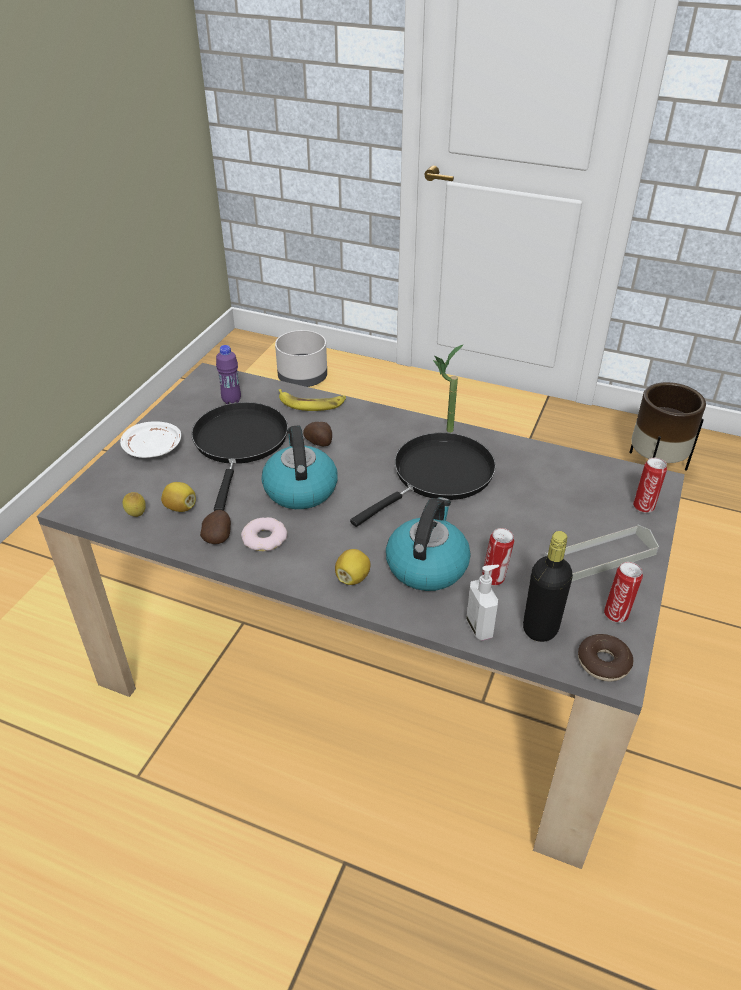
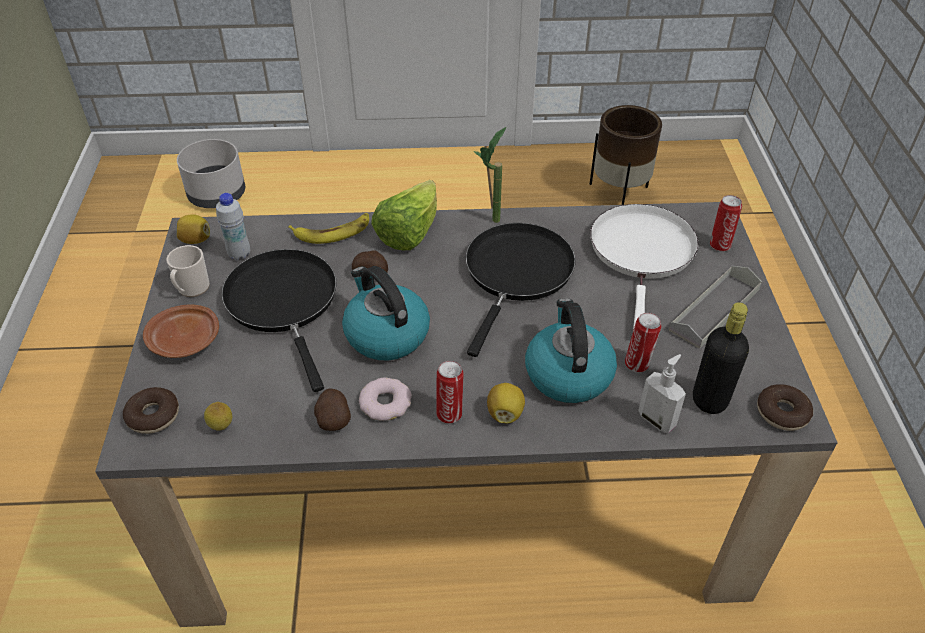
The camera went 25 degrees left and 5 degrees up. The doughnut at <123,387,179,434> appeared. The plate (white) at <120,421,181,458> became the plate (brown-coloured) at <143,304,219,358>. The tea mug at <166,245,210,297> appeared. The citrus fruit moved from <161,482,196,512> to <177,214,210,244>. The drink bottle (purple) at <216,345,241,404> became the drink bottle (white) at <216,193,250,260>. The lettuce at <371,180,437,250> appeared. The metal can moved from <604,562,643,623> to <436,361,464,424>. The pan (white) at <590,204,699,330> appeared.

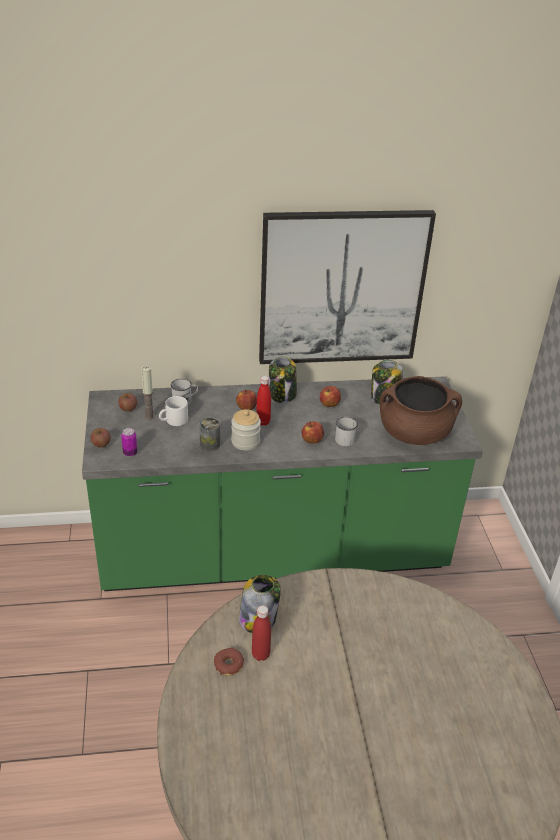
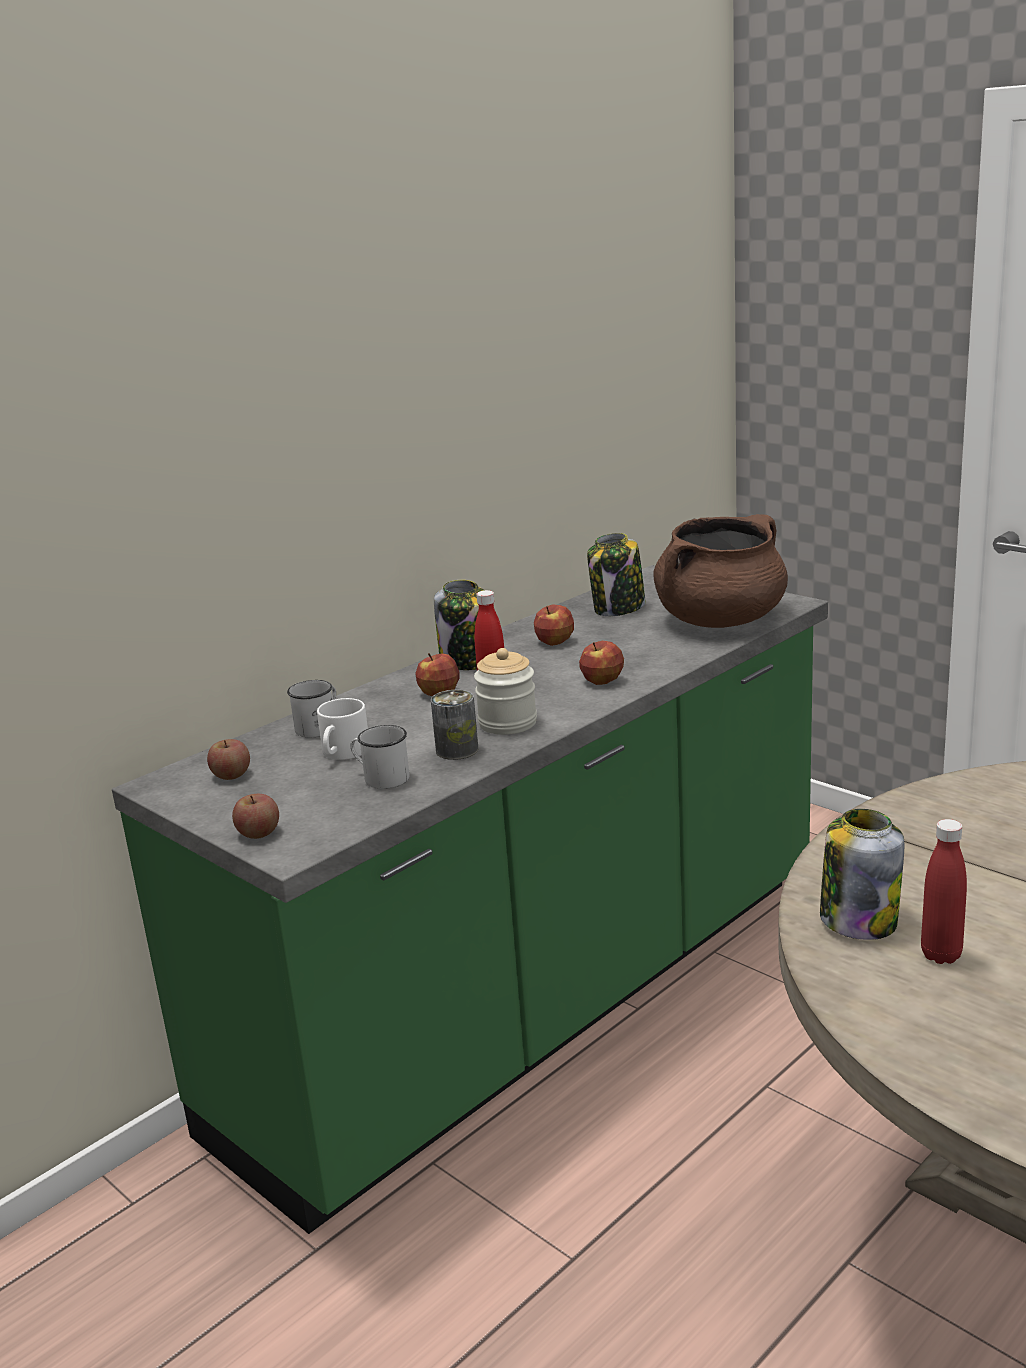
The camera went 35 degrees left and 15 degrees down. The tea mug (white) moved from <335,417,358,447> to <351,725,409,789>. The metal can at <121,428,137,457> disappeared. The wax light at <141,366,155,420> disappeared. The doughnut at <214,648,244,675> disappeared. The picture at <259,210,436,364> disappeared.

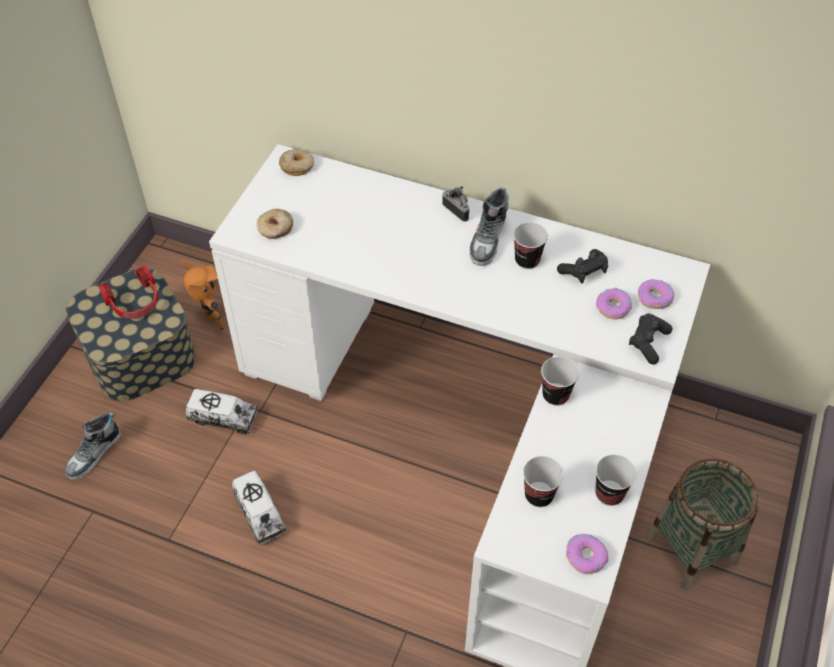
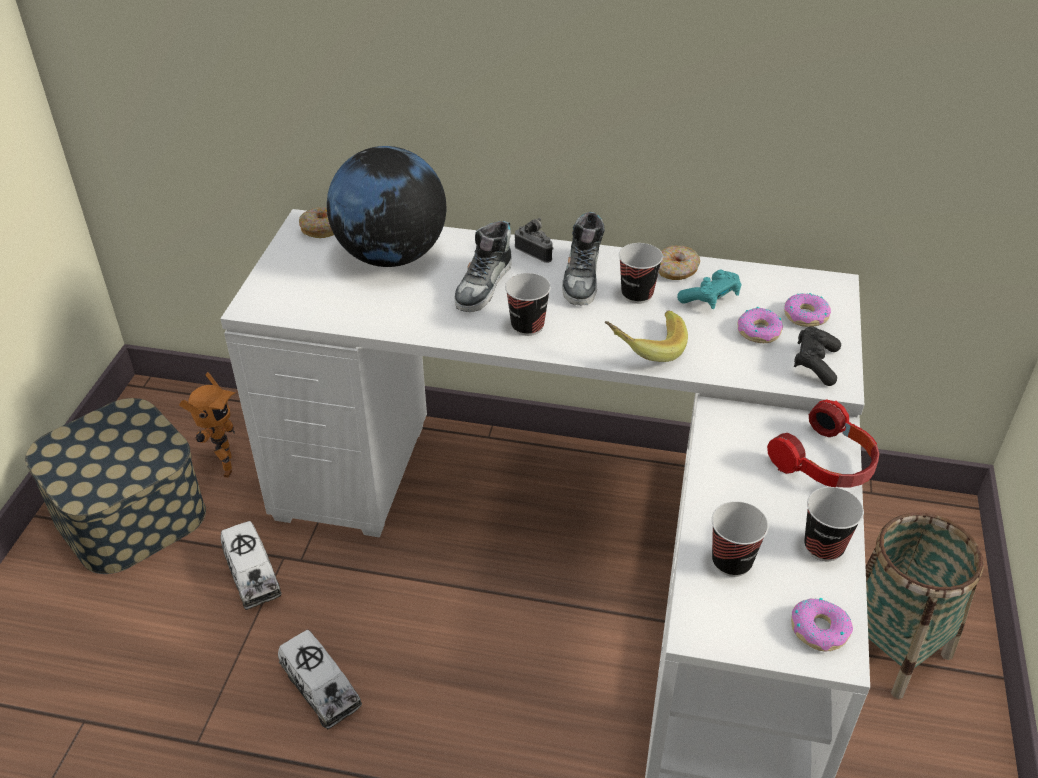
The camera went 10 degrees left and 10 degrees down. The model robot at <181,261,224,330> turned 45 degrees clockwise. The model truck at <185,389,257,435> turned 60 degrees clockwise. The world globe at <327,146,446,267> appeared. The low shoe moved from <65,412,121,480> to <455,221,512,312>. The small cup moved from <541,357,579,406> to <505,273,551,336>. The banana at <605,311,688,362> appeared. The doughnut moved from <257,209,293,239> to <658,245,700,280>. The gamepad (black-coloured) at <557,249,608,284> became the gamepad (turquoise-coloured) at <677,270,741,309>. The pair of headphones moved from <99,266,159,319> to <767,399,879,487>.

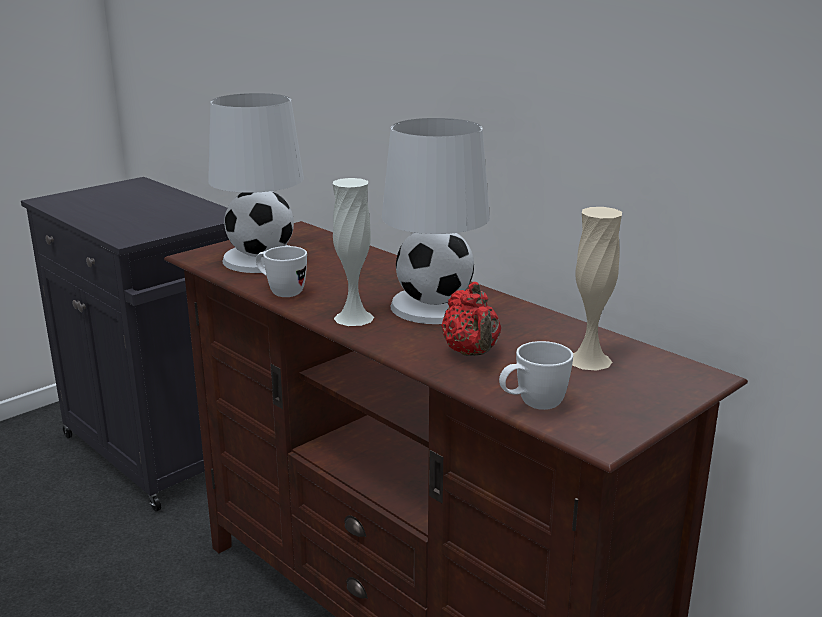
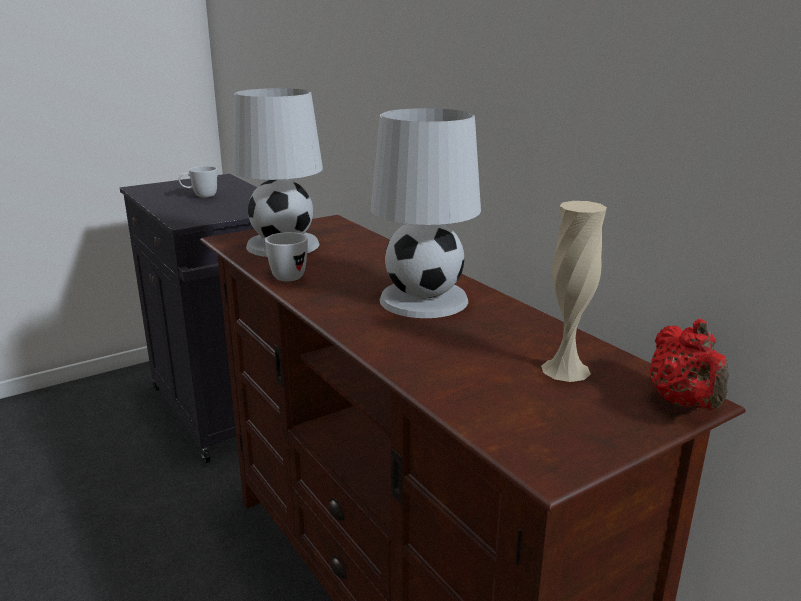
The camera went 10 degrees right and 0 degrees up. The tea mug (white) moved from <499,341,573,410> to <179,166,218,198>. The tea pot (red-coloured) moved from <441,282,501,356> to <650,319,729,410>. The flower vase (white) at <333,178,374,326> disappeared.

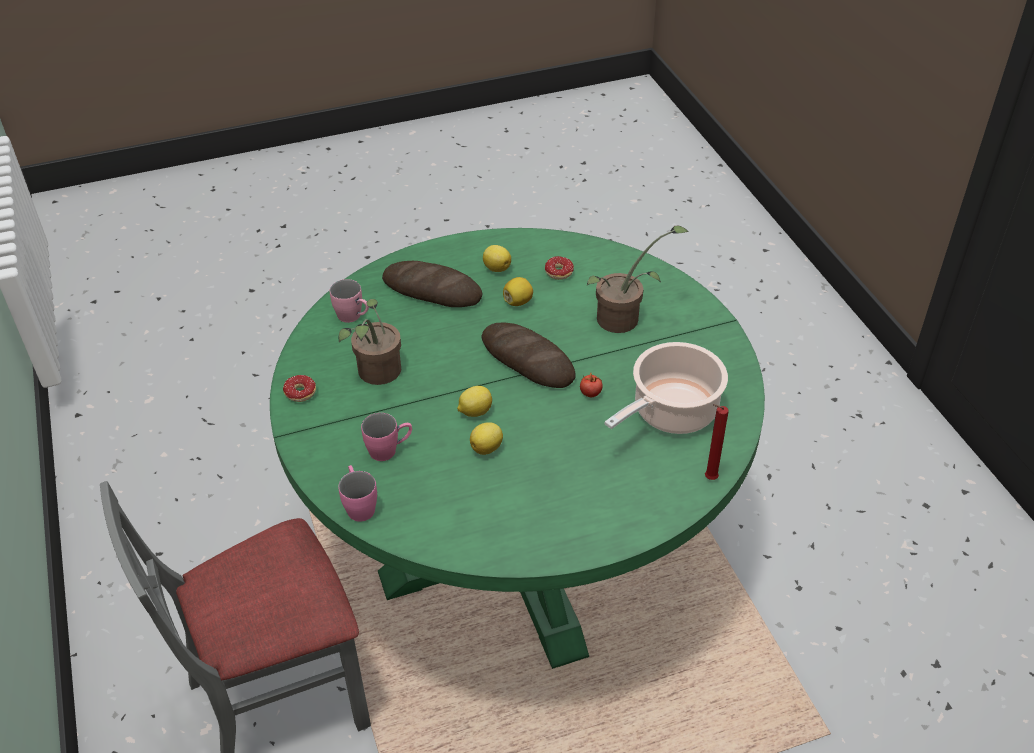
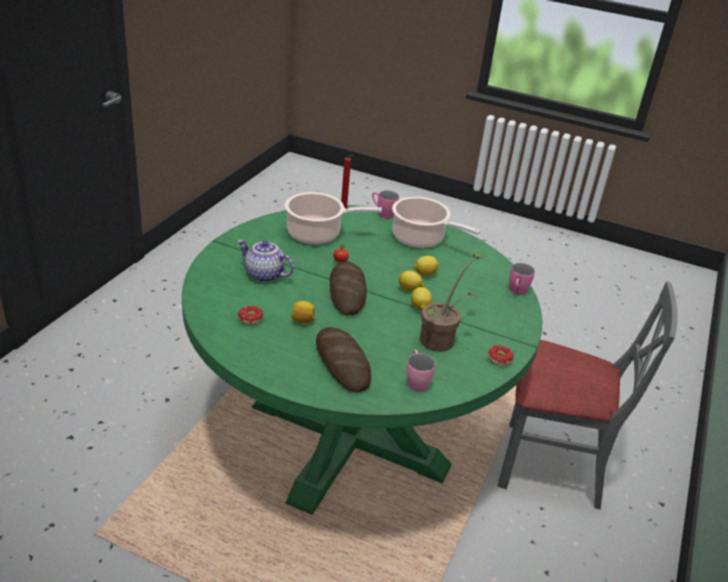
The camera went 140 degrees left and 10 degrees down. The houseplant at <587,226,689,333> was replaced by the tea pot at <237,240,294,282>. The tea mug (pink-coloured) moved from <361,413,412,461> to <372,190,399,219>. The stockpot at <392,197,480,248> appeared. The citrus fruit moved from <483,245,511,272> to <411,287,432,311>.

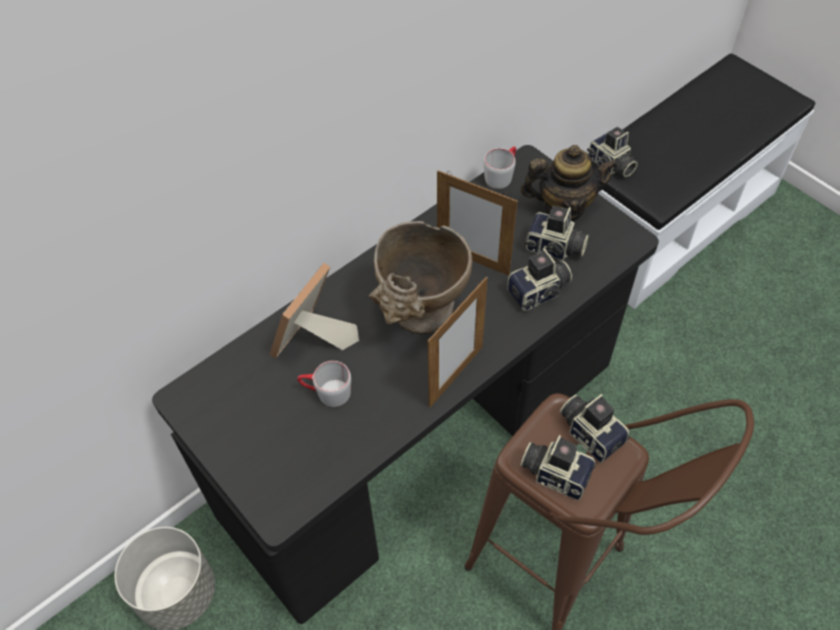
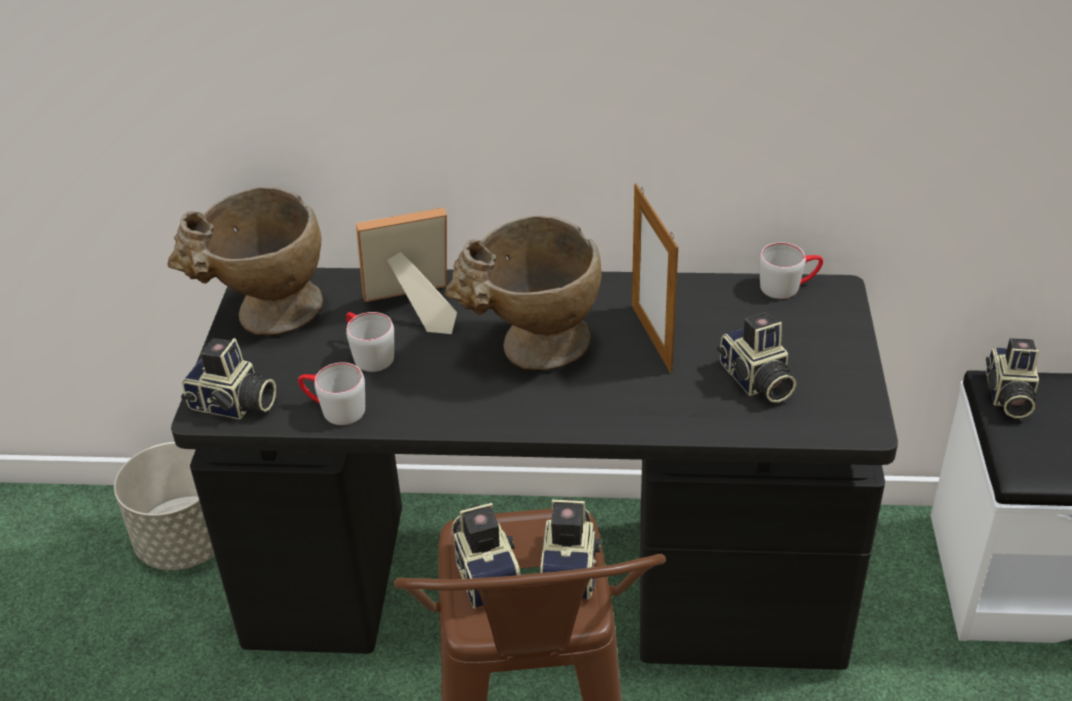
The camera went 45 degrees right and 15 degrees down. The flower vase (sand-coloured) at <167,187,323,336> appeared. The still camera moved from <507,248,572,311> to <181,338,276,419>. The tea mug (greyish) at <298,362,365,425> appeared. The photo frame at <428,276,488,408> disappeared. The tea pot at <521,145,618,221> disappeared.

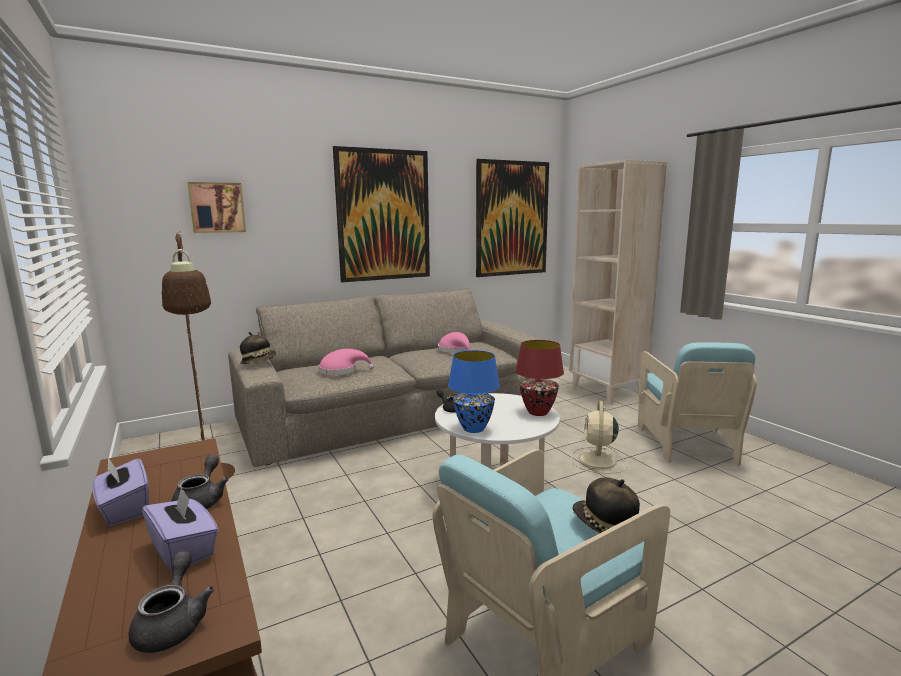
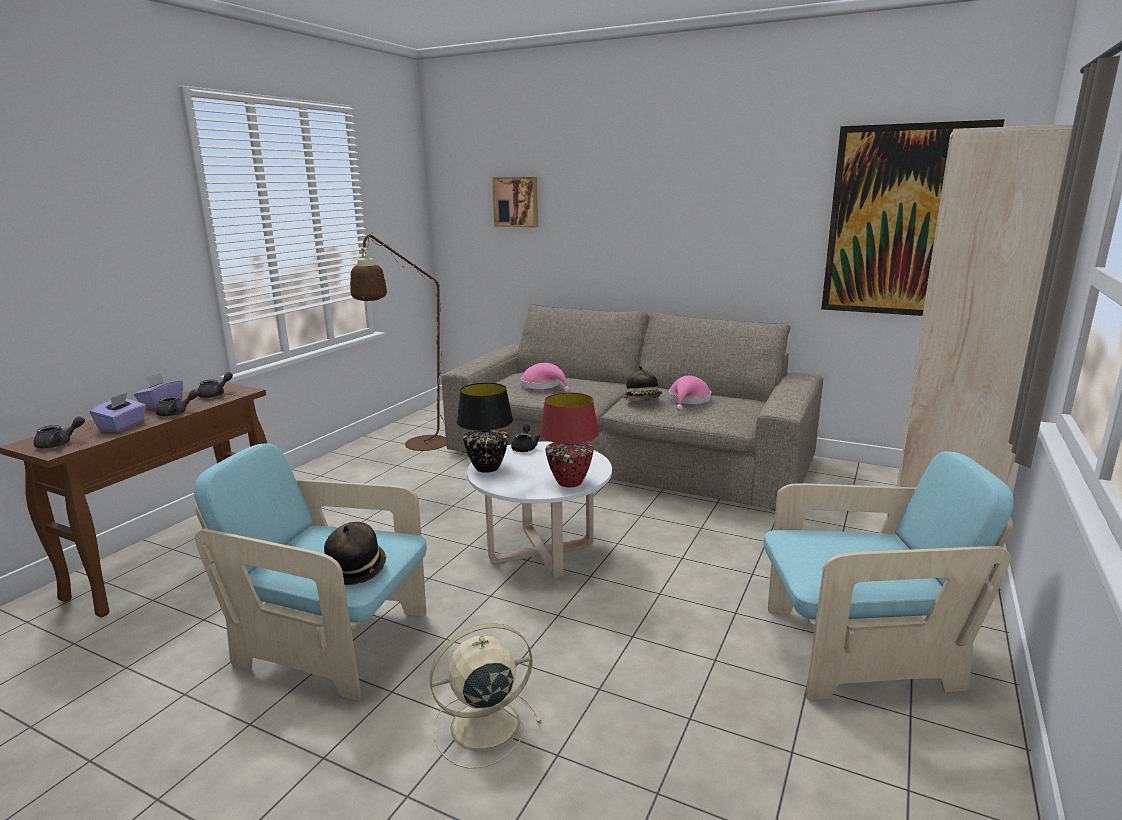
The camera went 55 degrees right and 5 degrees up. The tea pot (greyish) at <197,372,233,398> appeared. The fan (sand-coloured) moved from <571,401,626,473> to <430,623,542,769>. The tabletop lamp (blue) at <448,350,500,433> became the tabletop lamp (black-coloured) at <456,383,513,473>. The wearable hat moved from <240,332,276,364> to <624,366,662,401>. The lounge chair (turquoise-coloured) at <638,342,757,466> turned 150 degrees counterclockwise. The picture at <333,146,430,282> disappeared.

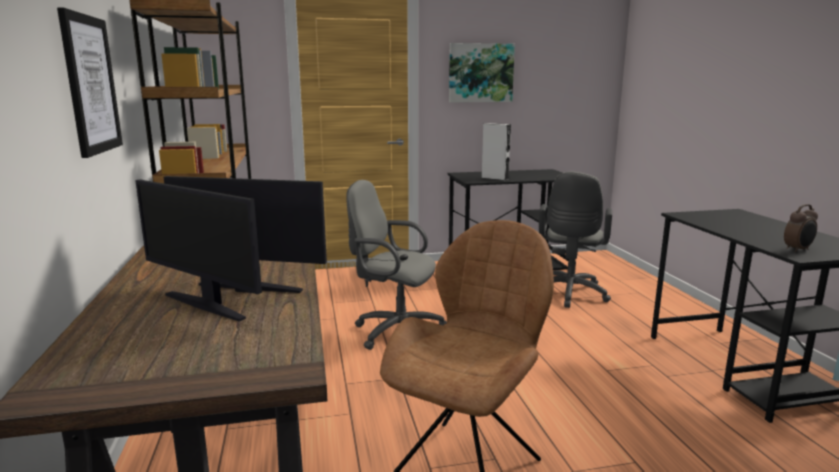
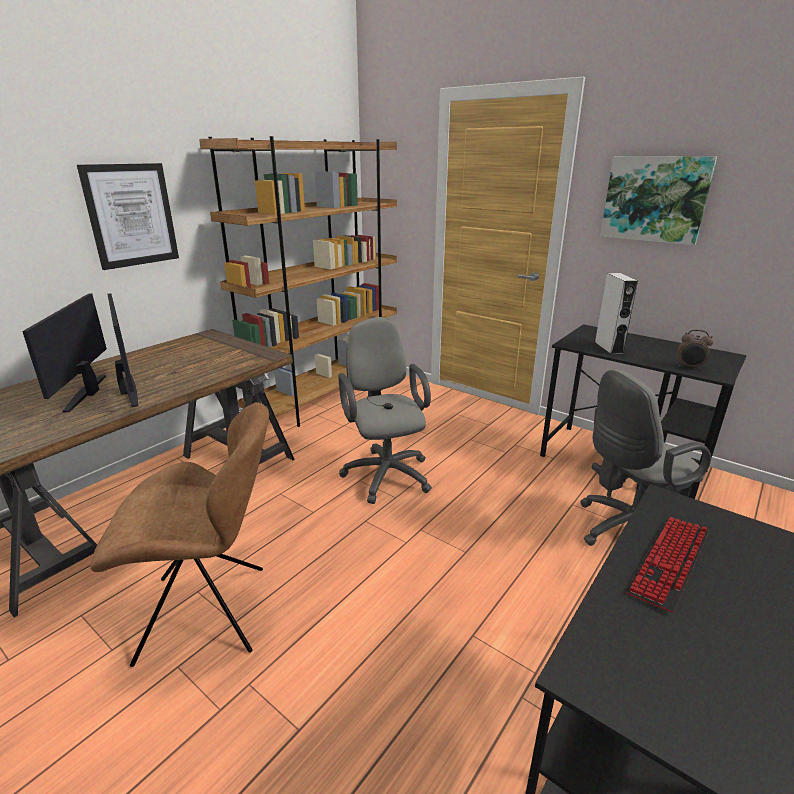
The camera went 50 degrees right and 10 degrees up. The keyboard at <626,517,709,613> appeared. The alarm clock moved from <784,204,818,252> to <677,329,713,370>.

